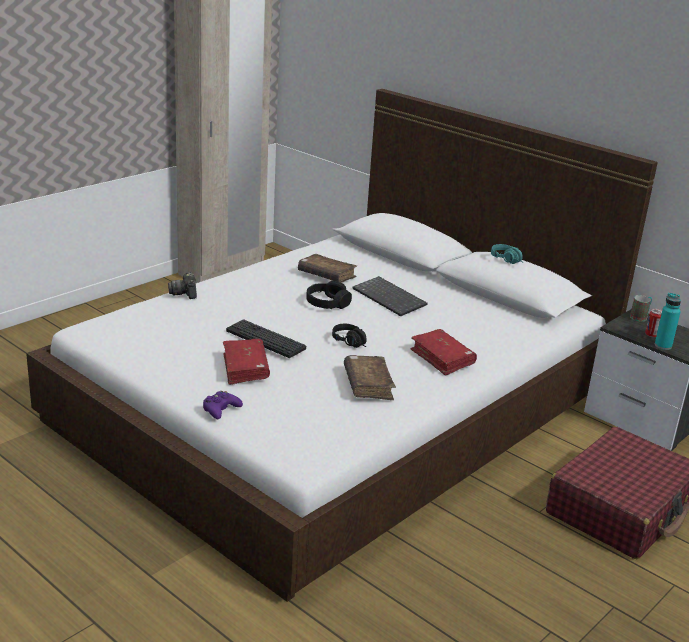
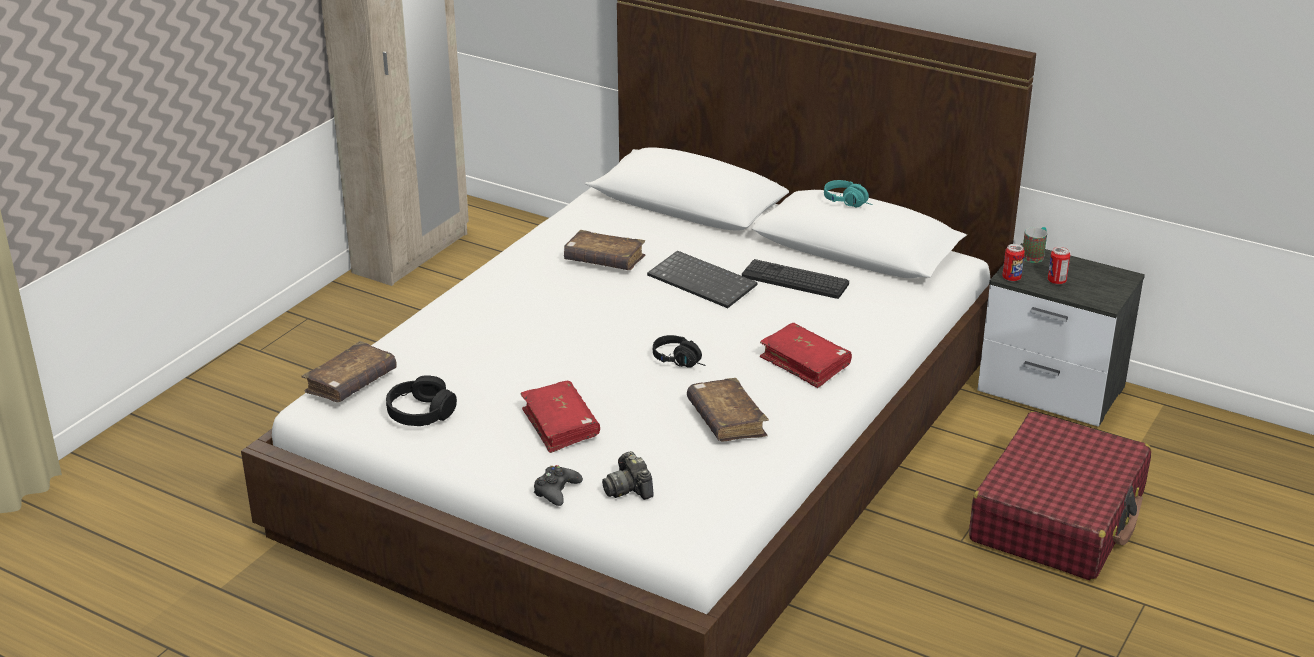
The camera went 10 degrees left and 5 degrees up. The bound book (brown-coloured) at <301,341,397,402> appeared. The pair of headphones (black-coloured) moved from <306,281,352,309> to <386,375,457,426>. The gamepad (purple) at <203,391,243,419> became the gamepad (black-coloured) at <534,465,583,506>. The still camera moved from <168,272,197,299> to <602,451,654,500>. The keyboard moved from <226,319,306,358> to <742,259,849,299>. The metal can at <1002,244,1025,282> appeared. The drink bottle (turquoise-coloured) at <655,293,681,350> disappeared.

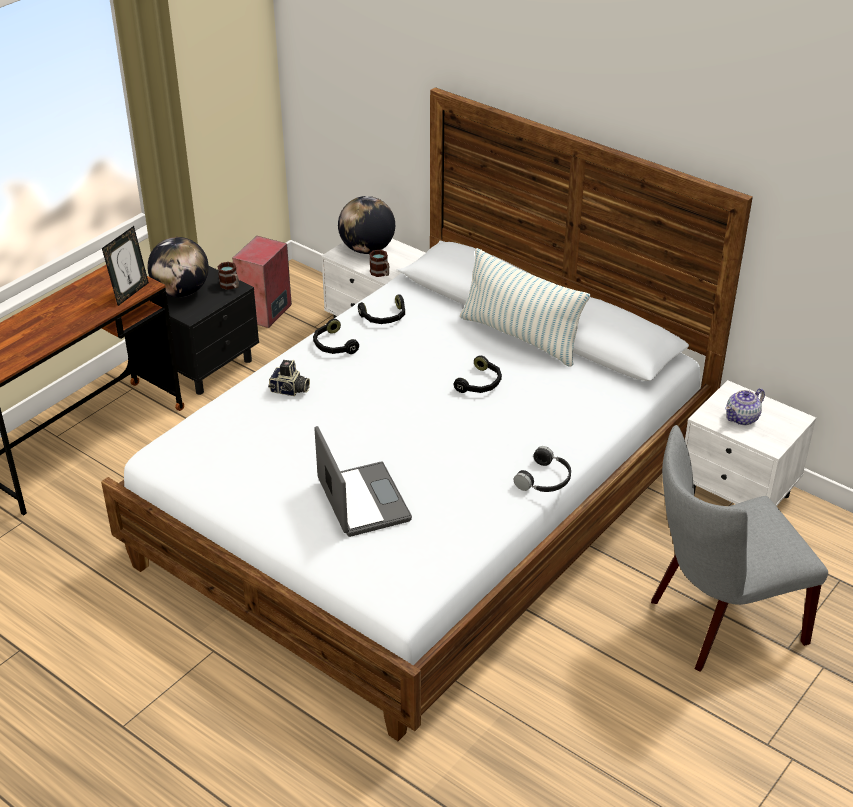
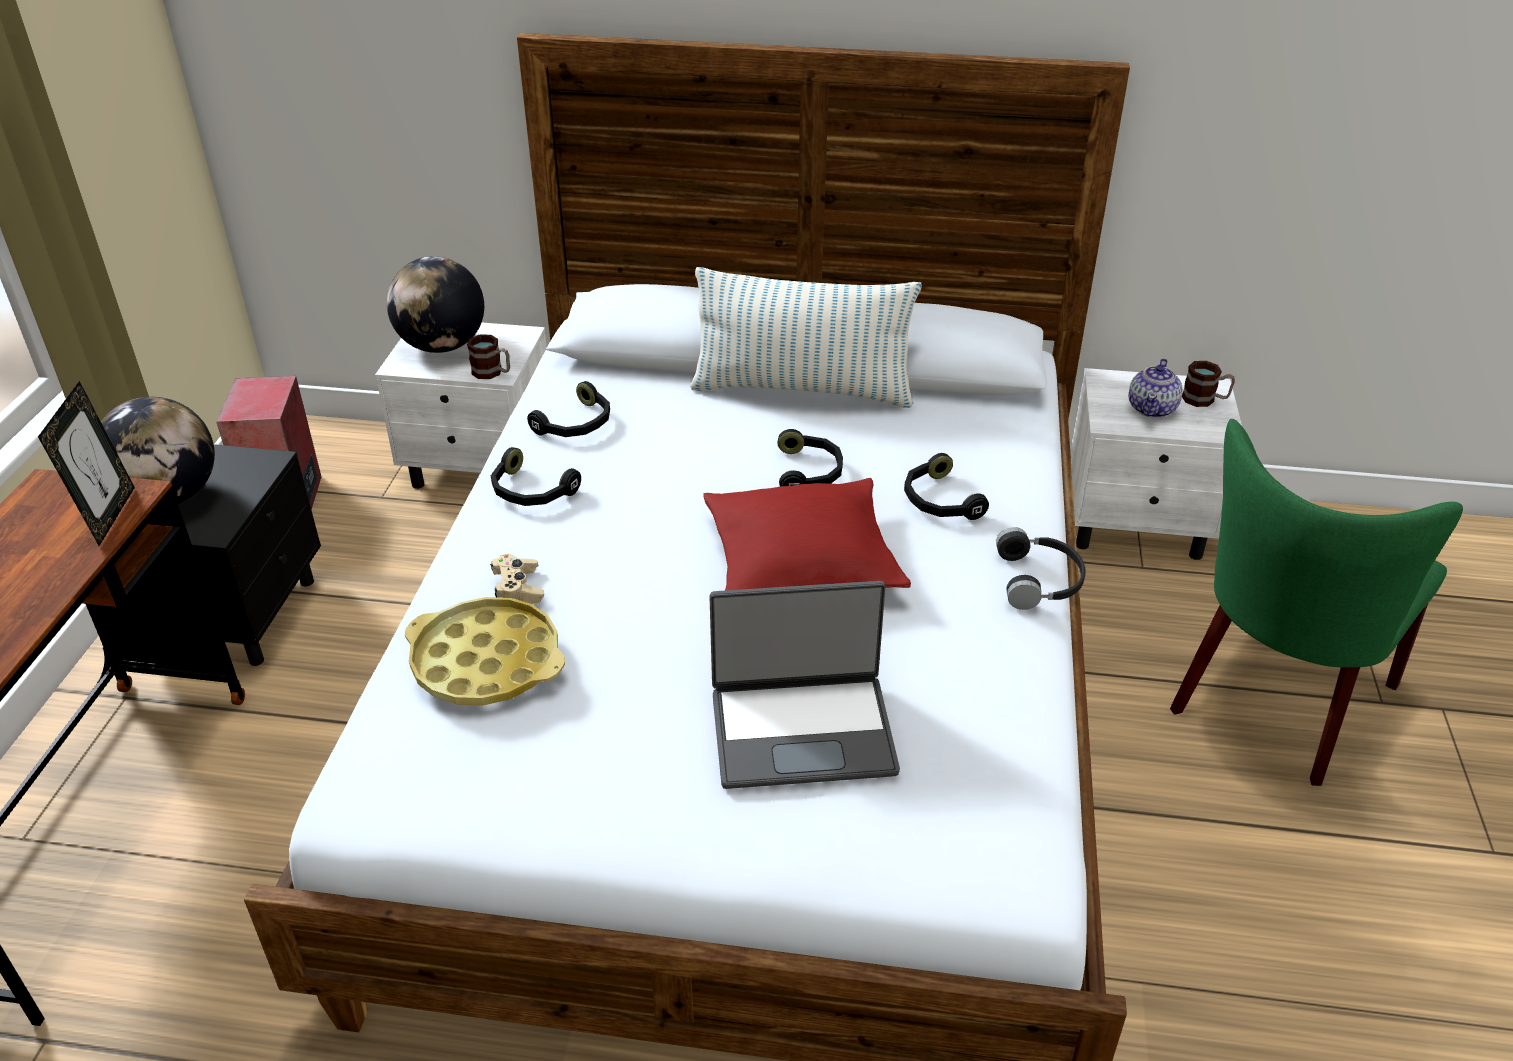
The camera went 30 degrees left and 0 degrees up. The serving tray (yellow-coloured) at <405,597,565,705> appeared. The still camera at <268,360,310,396> was replaced by the gamepad (sand-coloured) at <490,554,544,604>. The pillow (red-coloured) at <704,478,911,590> appeared. The notebook computer at <314,426,412,537> turned 135 degrees clockwise. The pair of headphones (black-coloured) at <904,453,989,520> appeared. The chair (greyish) at <651,425,828,671> became the chair (green-coloured) at <1170,419,1463,786>. The tea mug moved from <217,262,239,290> to <1182,361,1235,407>.

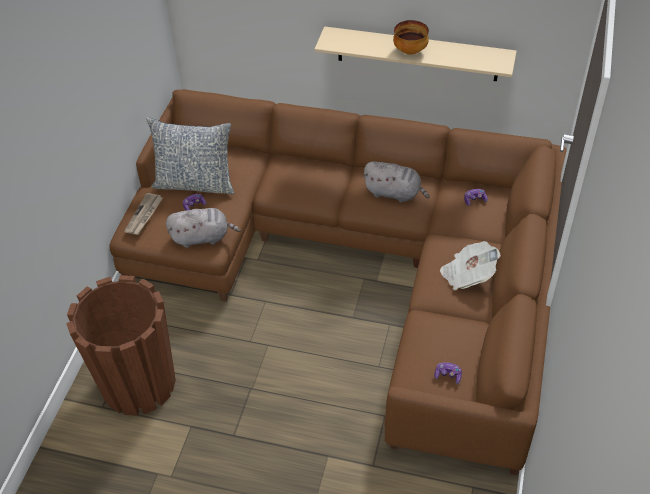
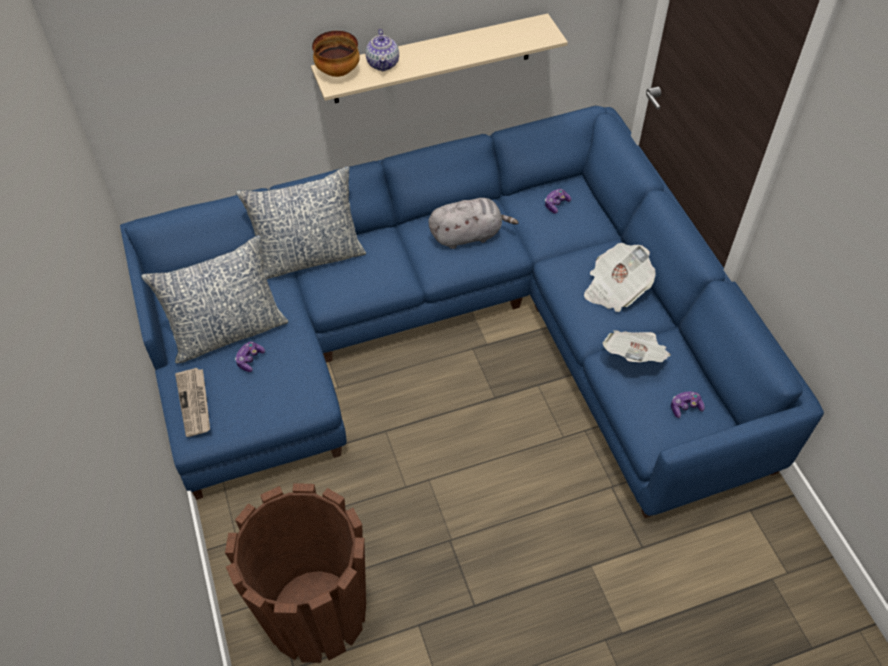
The camera went 35 degrees left and 5 degrees up. The couch (brown-coloured) at <109,89,567,475> became the couch (blue) at <120,106,824,518>. The pillow at <236,166,366,279> appeared. The bowl moved from <393,20,429,55> to <312,31,360,77>. The tea pot at <365,29,399,71> appeared. The newspaper at <602,330,671,362> appeared. The cuddly toy (greyish) at <166,208,241,248> disappeared.

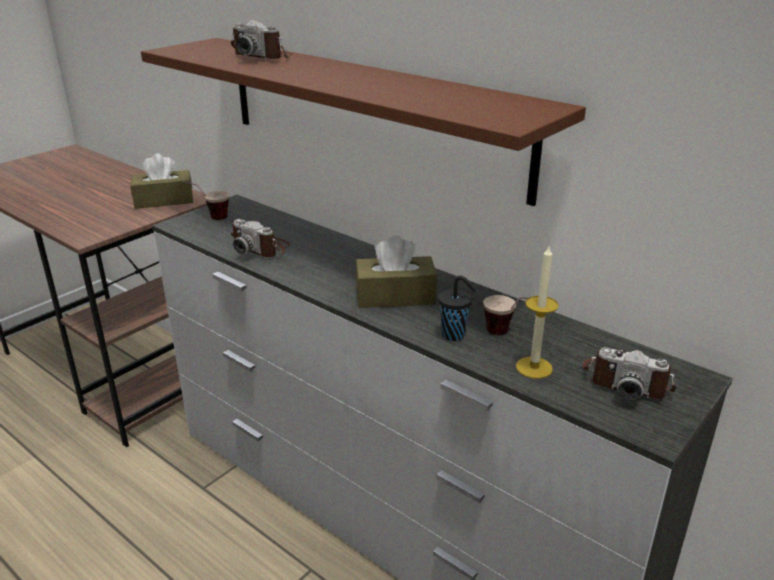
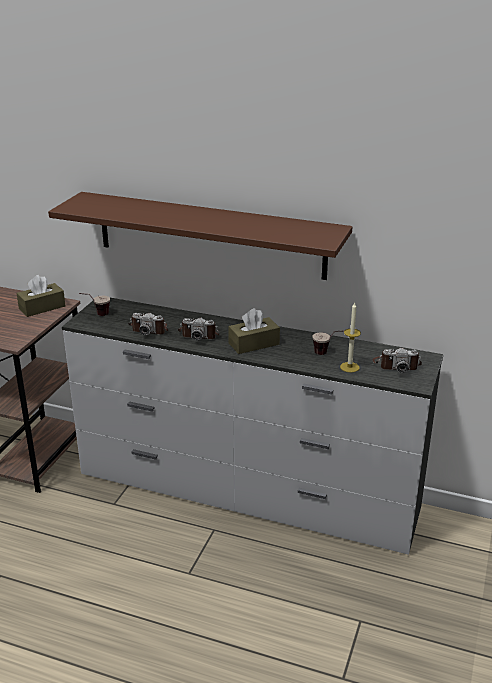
The camera went 20 degrees left and 0 degrees up. The still camera moved from <231,20,293,59> to <178,317,220,340>. The small cup (black-coloured) at <438,276,476,341> disappeared.

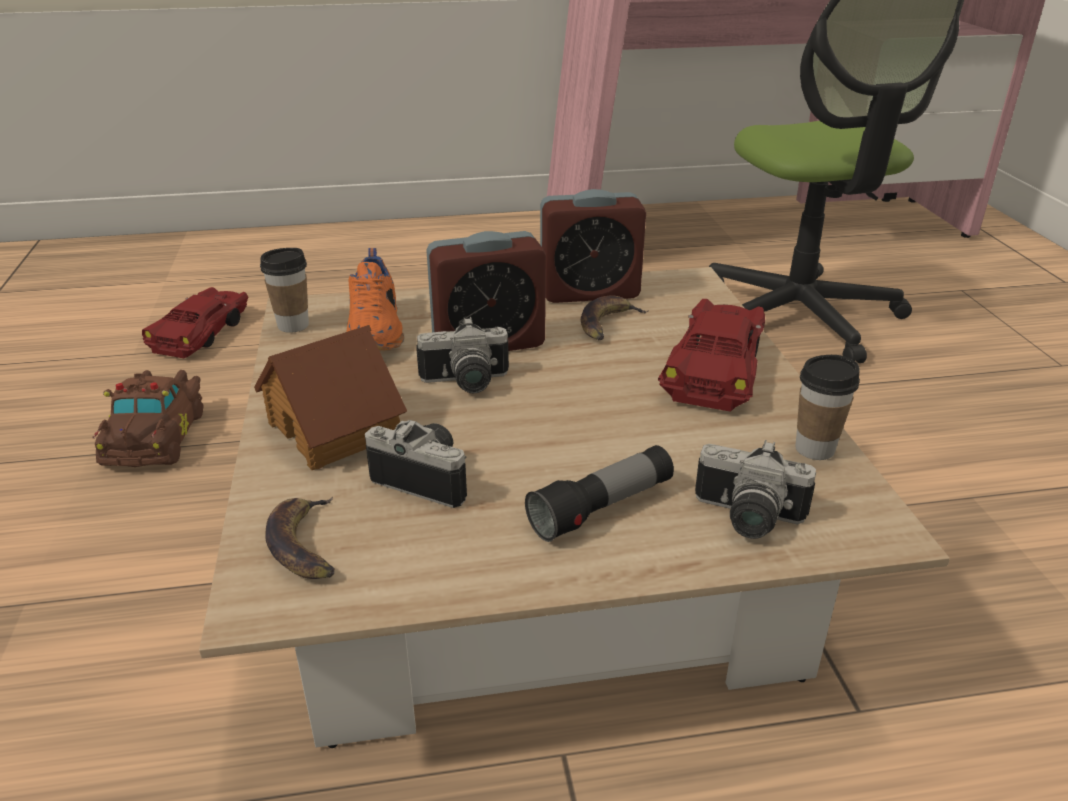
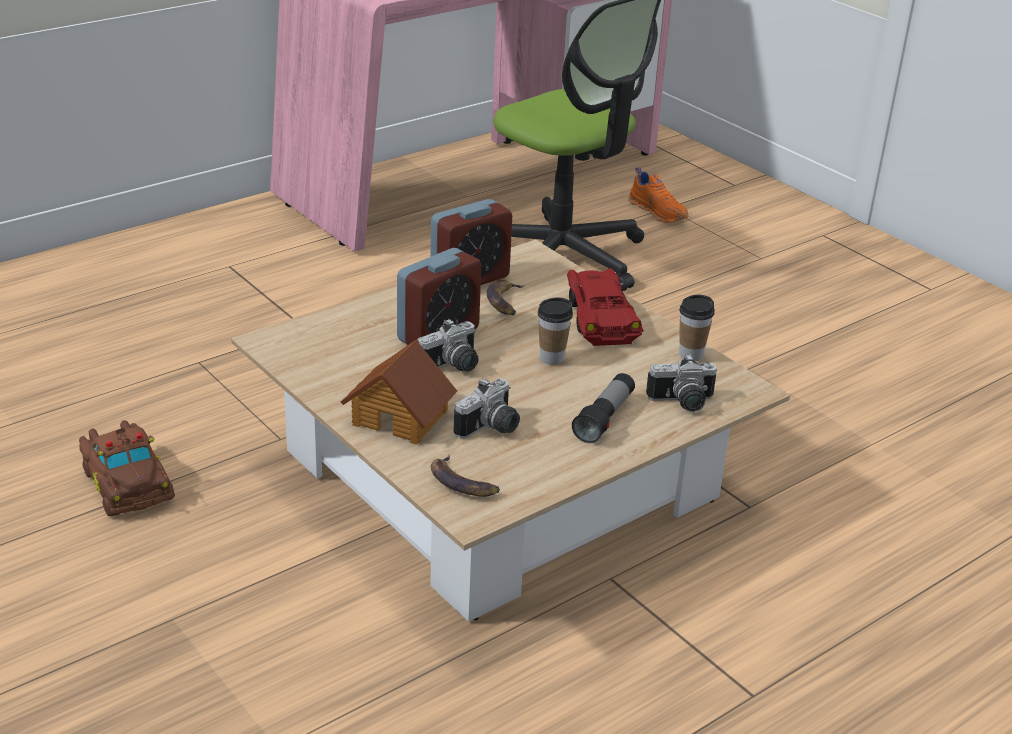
The camera went 30 degrees left and 0 degrees up. The still camera at <365,420,467,508> turned 135 degrees clockwise. The small cup moved from <260,248,309,333> to <537,297,573,365>. The low shoe (orangey) moved from <347,248,404,351> to <628,167,689,223>. The miniature car (red-coloured) at <142,287,248,358> disappeared.

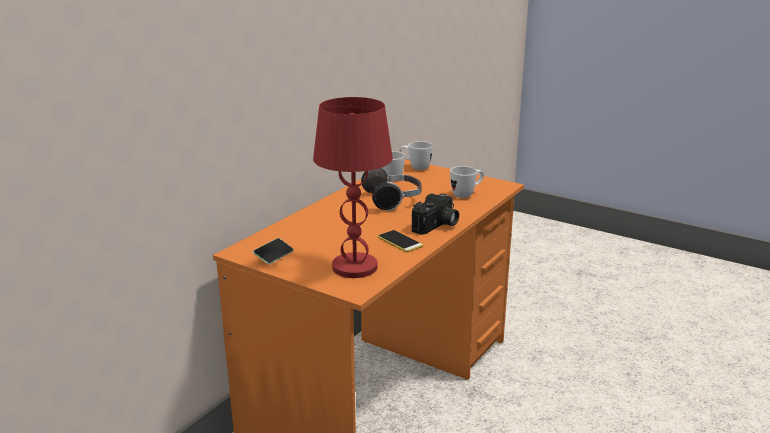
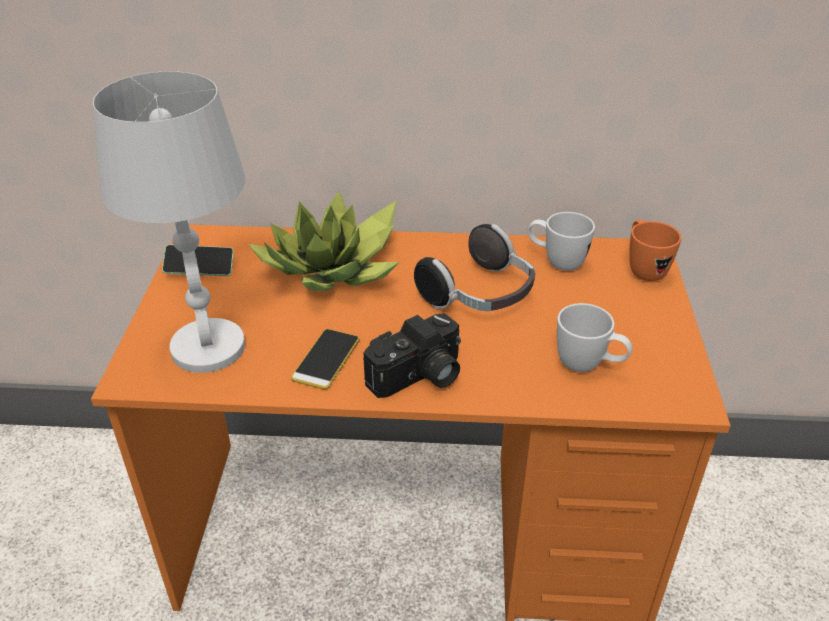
The camera went 60 degrees right and 15 degrees up. The tabletop lamp (red-coloured) at <313,97,393,278> became the tabletop lamp (white) at <93,71,245,373>. The houseplant at <248,191,399,291> appeared. The still camera at <412,193,459,235> turned 45 degrees counterclockwise. The tea mug (white) at <399,141,433,170> became the tea mug (orangey) at <629,220,681,281>.

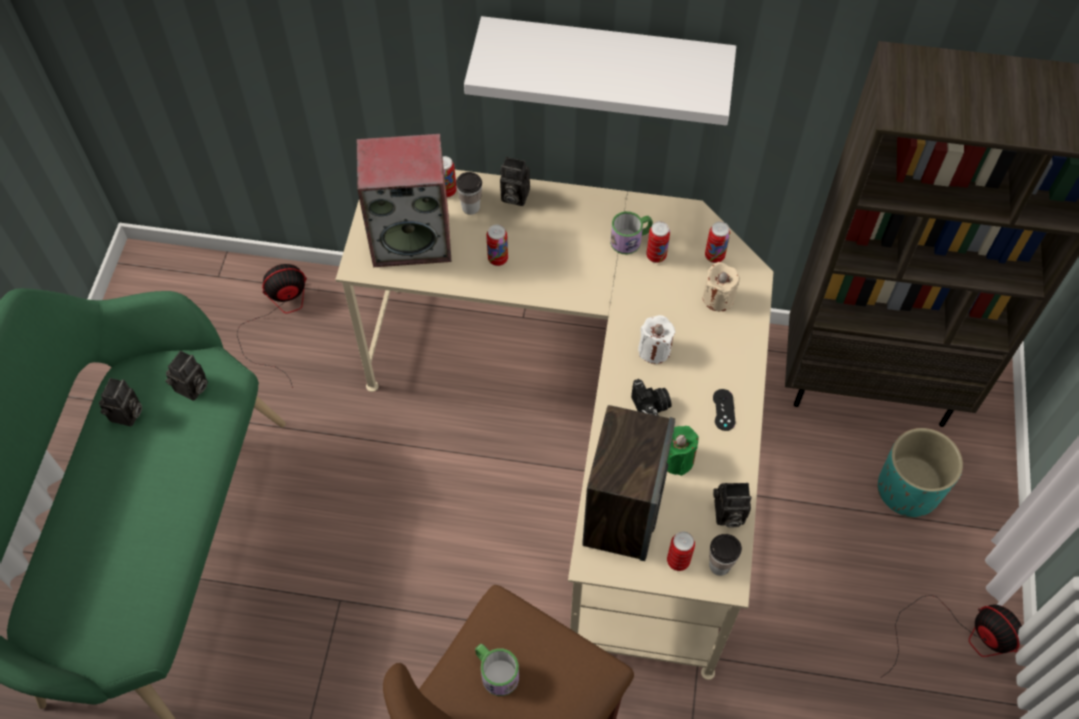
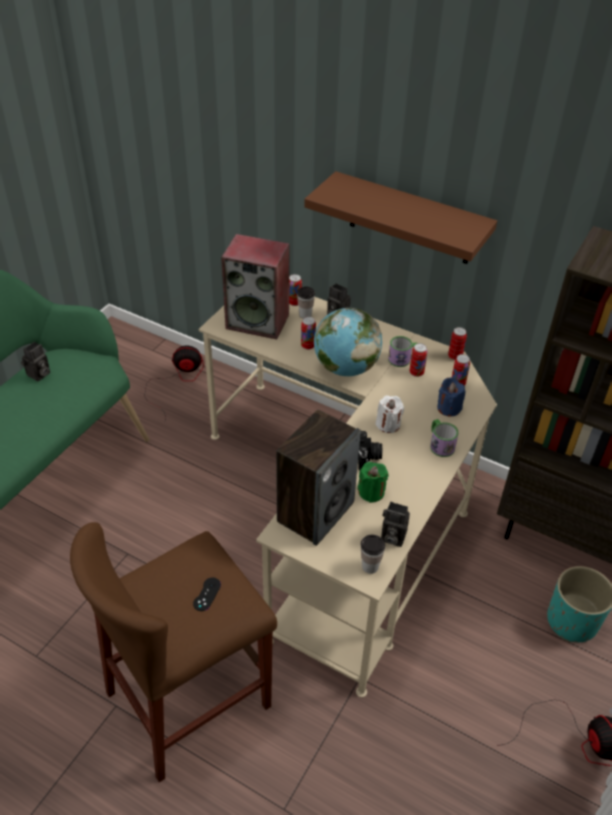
The camera went 20 degrees right and 15 degrees down. The gamepad (black-coloured) moved from <713,389,735,431> to <193,578,221,611>. The bracket shelf (white) at <464,16,736,125> became the bracket shelf (brown-coloured) at <304,171,497,264>. The world globe at <314,308,382,376> appeared. The tea mug moved from <475,644,519,696> to <430,419,458,457>. The wax light (sand-coloured) at <703,262,740,311> became the wax light (blue) at <437,377,465,417>. The metal can moved from <667,531,695,571> to <448,327,467,360>. The still camera at <166,351,208,401> disappeared.

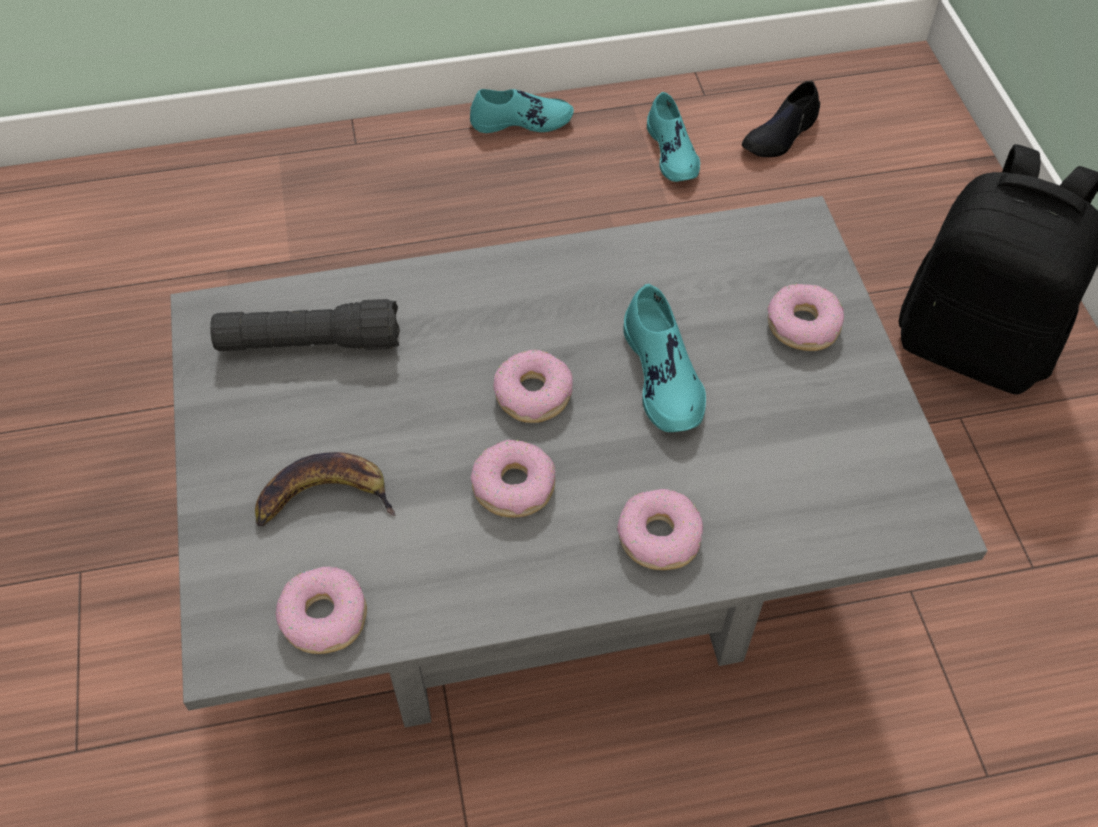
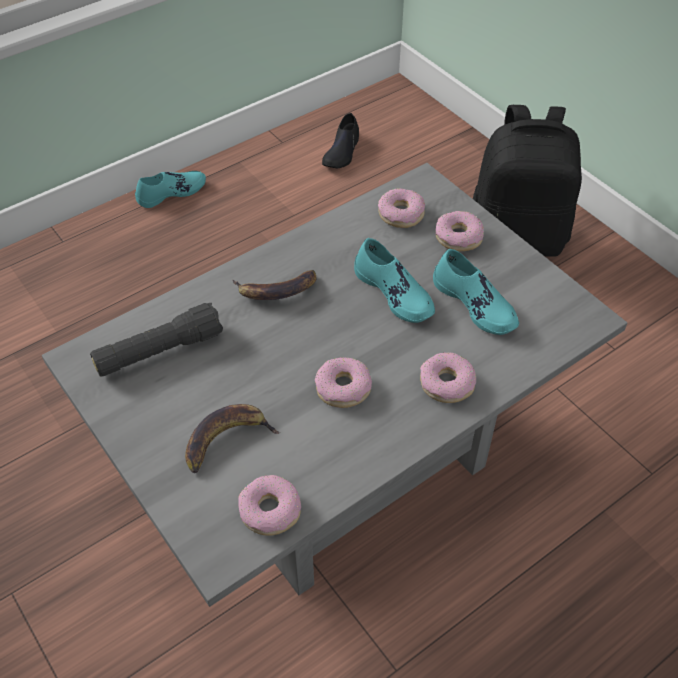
The camera went 25 degrees left and 5 degrees down. The banana at <233,270,317,300> appeared. The doughnut moved from <493,350,573,423> to <378,188,425,228>. The low shoe (turquoise-coloured) moved from <647,92,700,182> to <433,249,519,335>.

